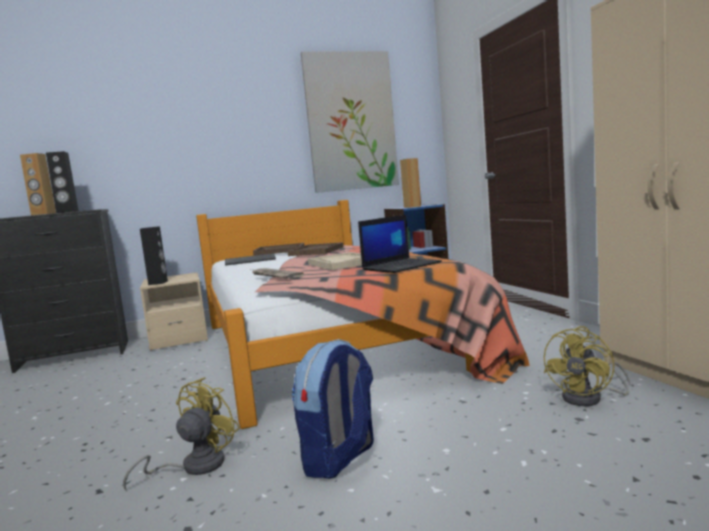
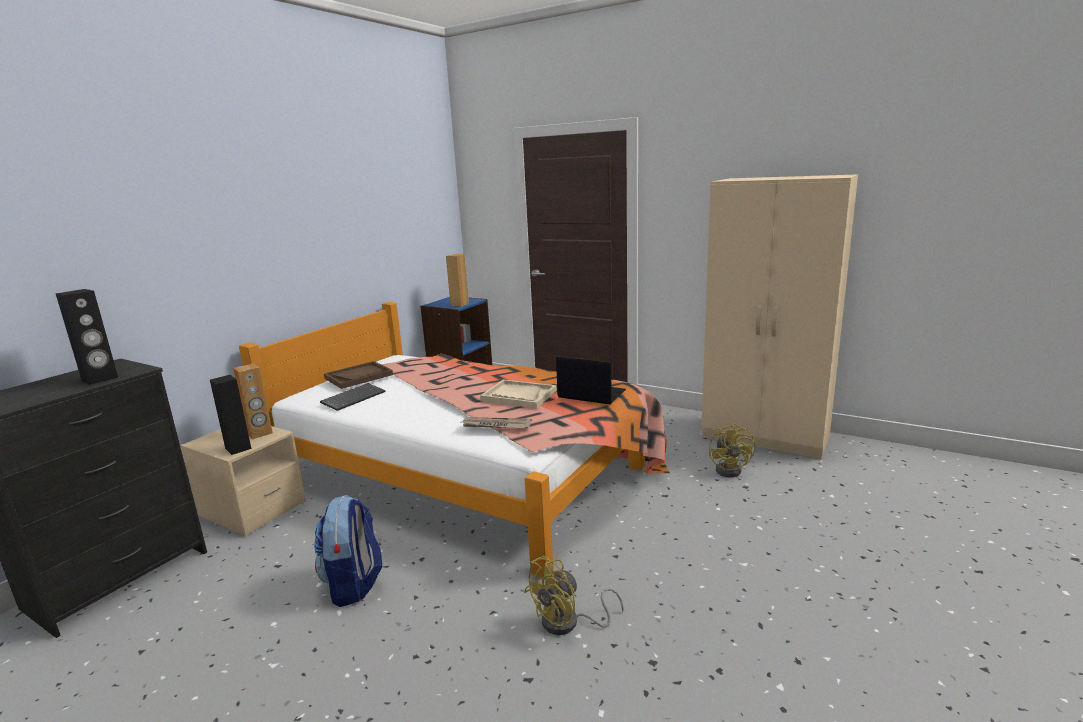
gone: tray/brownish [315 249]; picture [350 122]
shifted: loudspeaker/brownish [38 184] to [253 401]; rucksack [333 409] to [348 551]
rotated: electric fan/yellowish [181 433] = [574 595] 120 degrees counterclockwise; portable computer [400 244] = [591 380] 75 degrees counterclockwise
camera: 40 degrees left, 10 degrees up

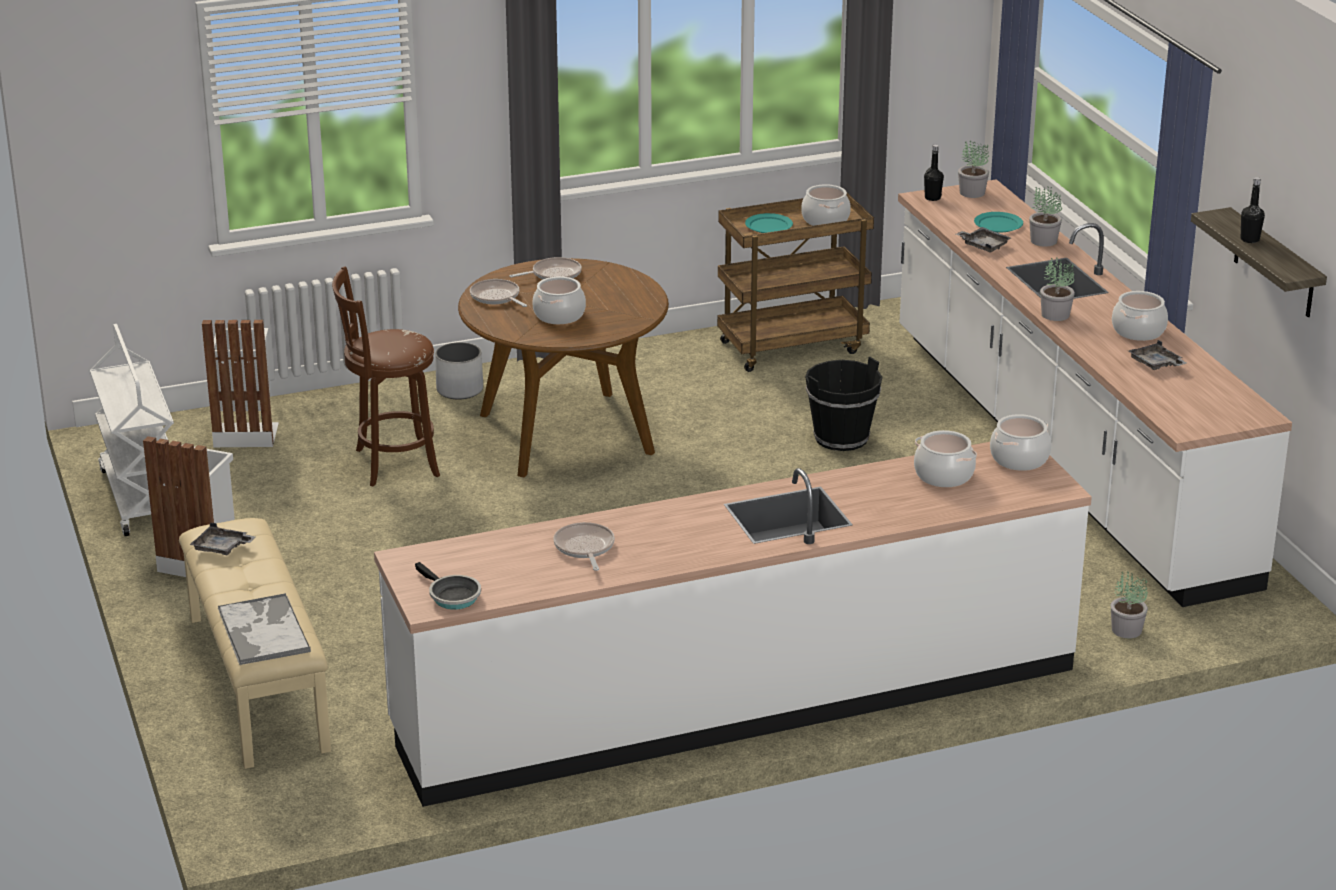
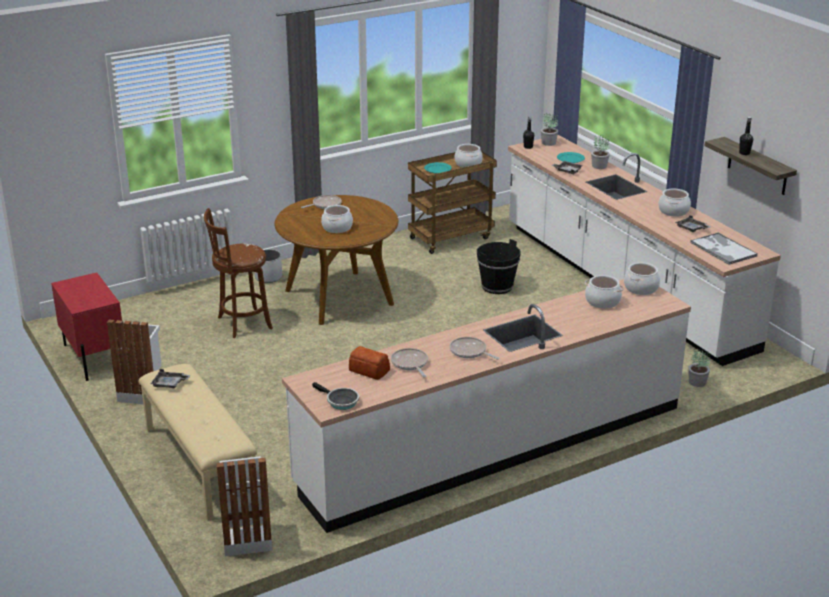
gone: potted plant [1057 289]
new: baked bread [369 363]
shifted: rubbish bin/white-coloured [240 383] to [244 506]; skillet [498 293] to [475 348]; tray [264 629] to [724 248]
swapped: trolley/white-coloured [132 430] to bedside table/red [86 326]
camera: 10 degrees left, 0 degrees up

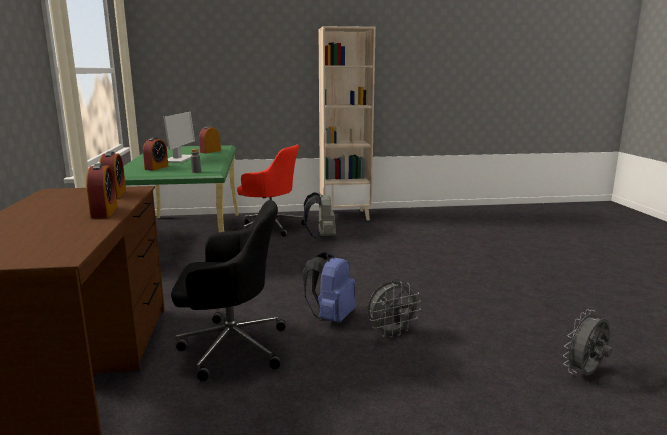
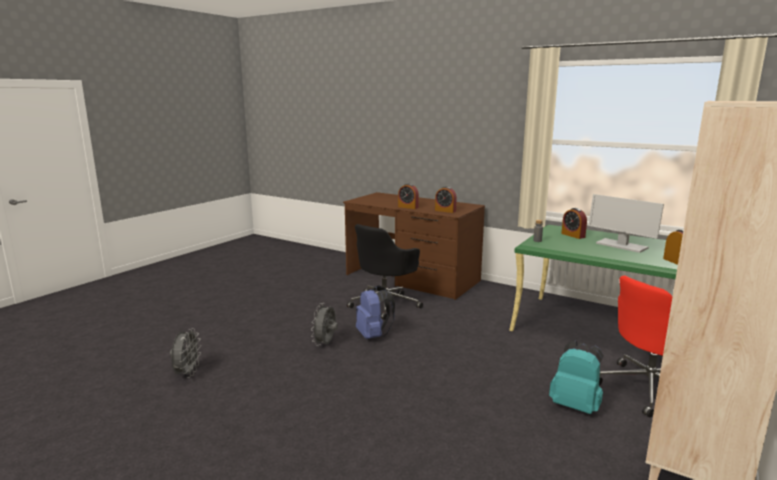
repainted: rucksack/grey [320 215] to rucksack/blue-green [576 377]
camera: 130 degrees right, 0 degrees up

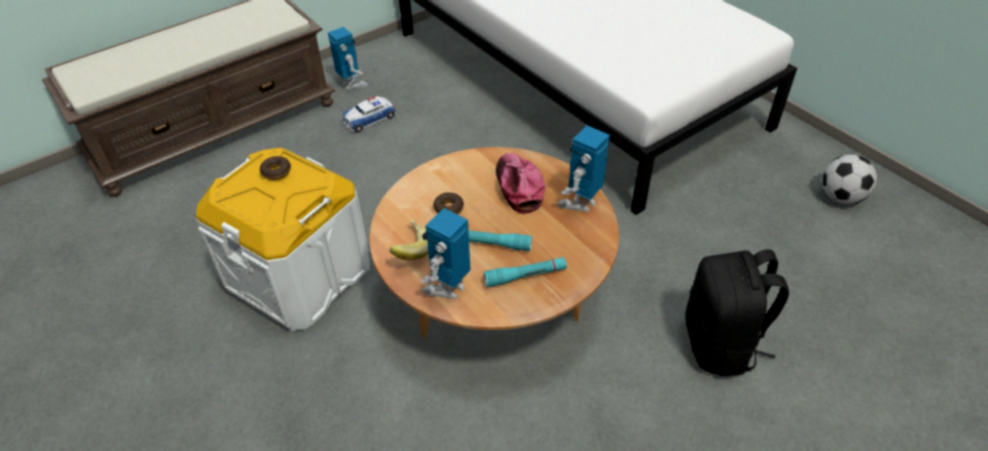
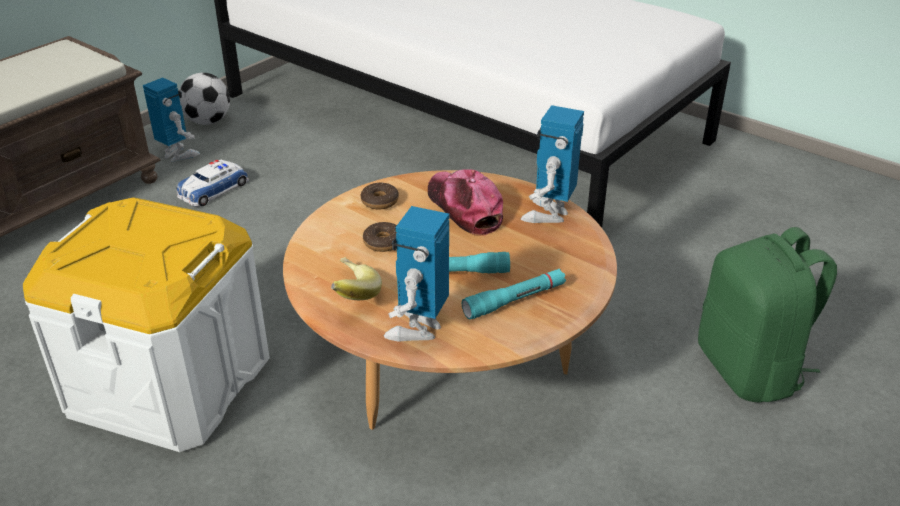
shifted: football [850 179] to [204 99]; ring doughnut [275 168] to [380 195]
repainted: rucksack/black [737 312] to rucksack/greenish [767 315]
camera: 15 degrees left, 10 degrees down

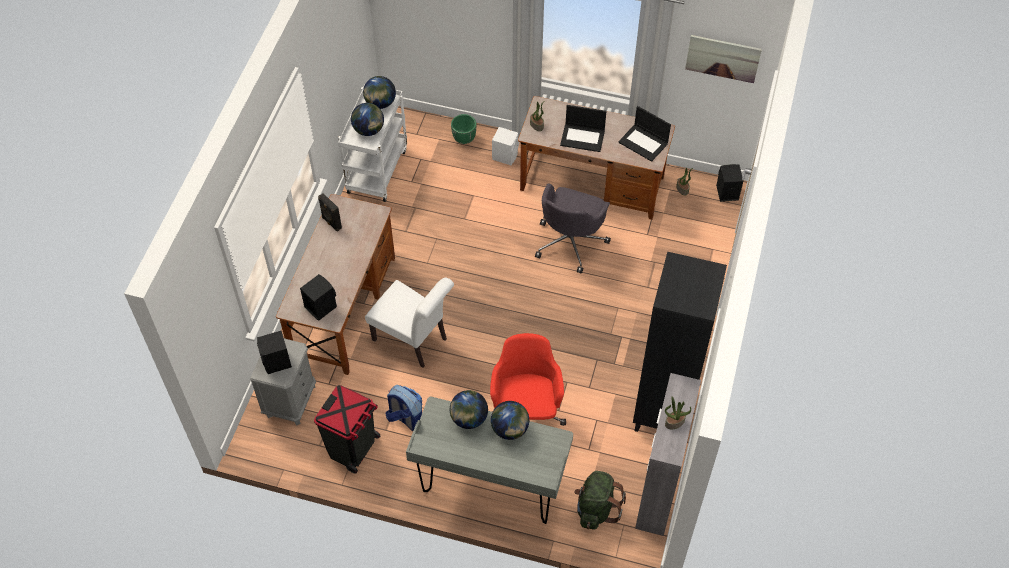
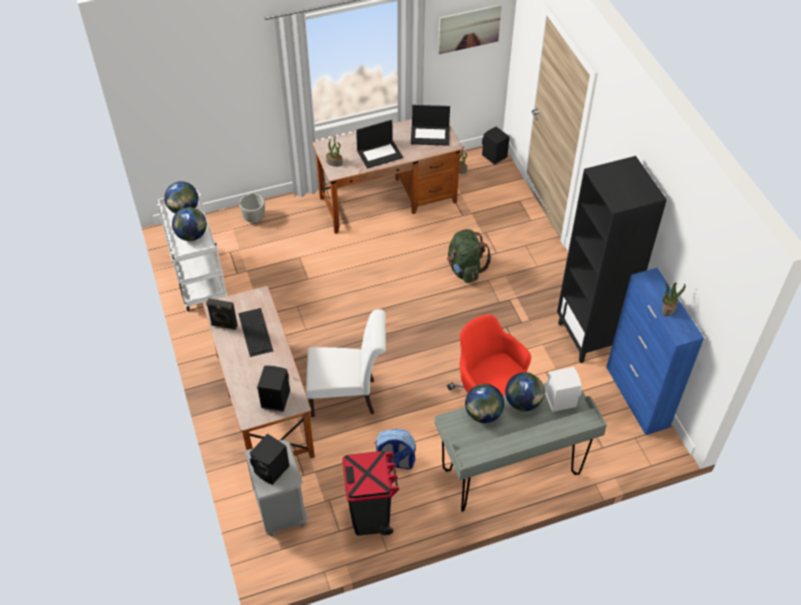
gone: computer chair/grey [573 228]
new: keyboard [255 332]
shifted: rucksack/greenish [600 500] to [469 256]; loudspeaker/white-coloured [505 146] to [563 389]
repainted: planter/greenish [464 129] to planter/grey [252 208]; cabinet/grey [668 454] to cabinet/blue [655 351]
camera: 35 degrees left, 5 degrees down

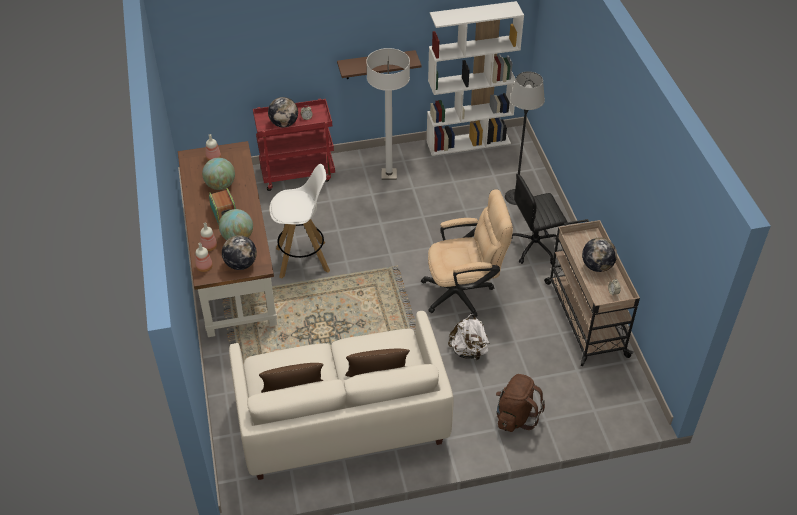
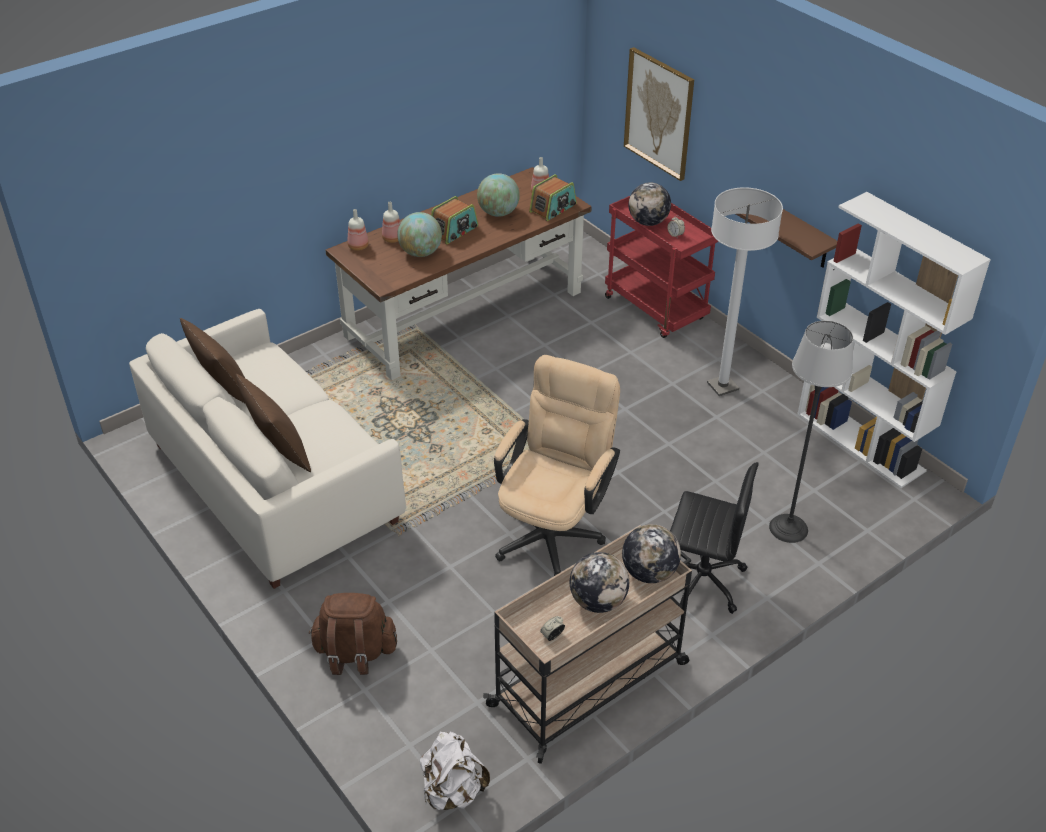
gone: stool seat/white-coloured [299 221]
new: radio receiver [552 197]; picture [659 114]
shifted: rucksack/white-coloured [469 338] to [455 771]; desk globe [239 252] to [651 553]
rotated: computer chair/beige-coloured [467 253] = [557 465] 120 degrees counterclockwise; computer chair/black [539 219] = [714 538] 150 degrees clockwise
camera: 65 degrees right, 5 degrees down

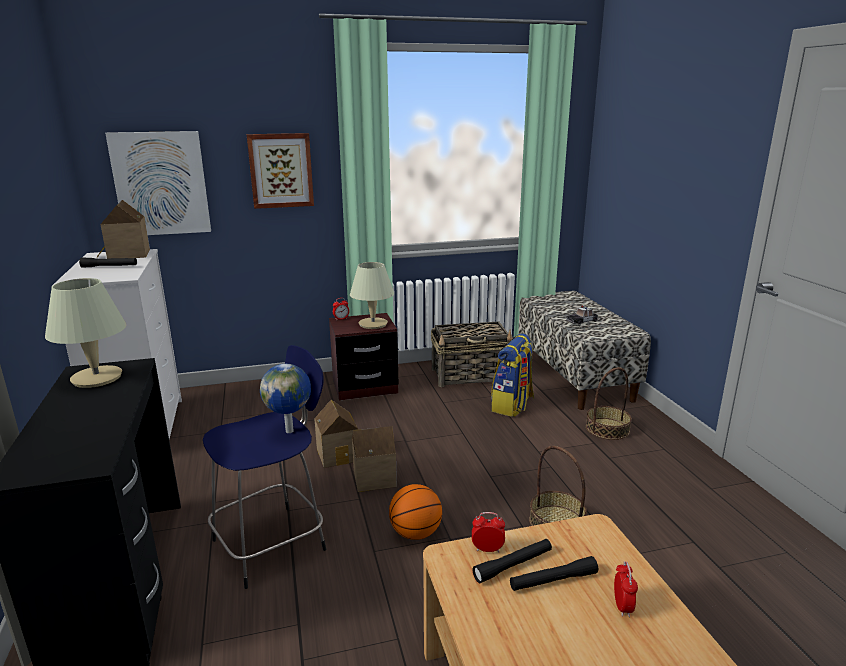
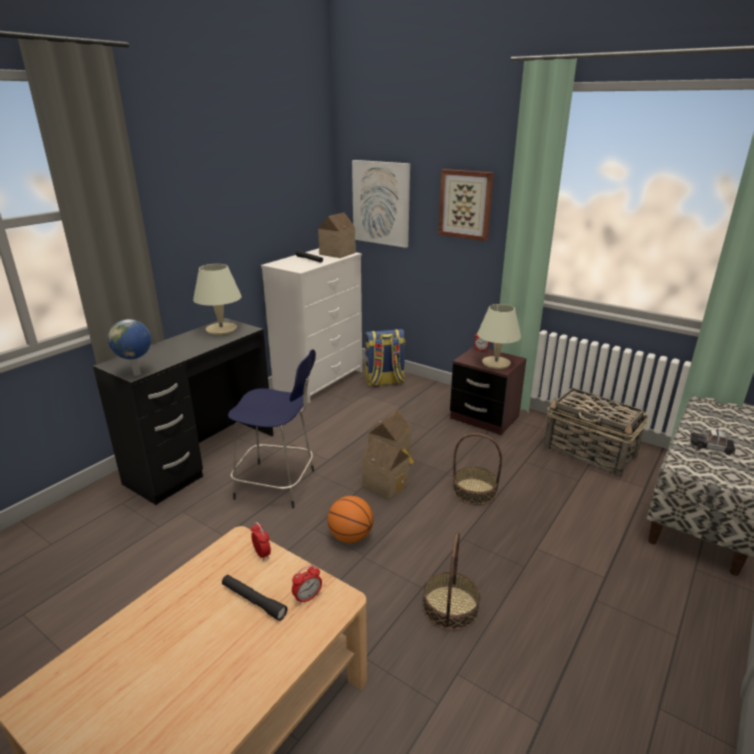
gone: hand torch/black [512 561]
shifted: desk globe [285 398] to [129 347]; table clock [626 589] to [307 584]; rucksack [512 375] to [385 357]; household basket [609 403] to [477 469]
camera: 50 degrees right, 5 degrees up

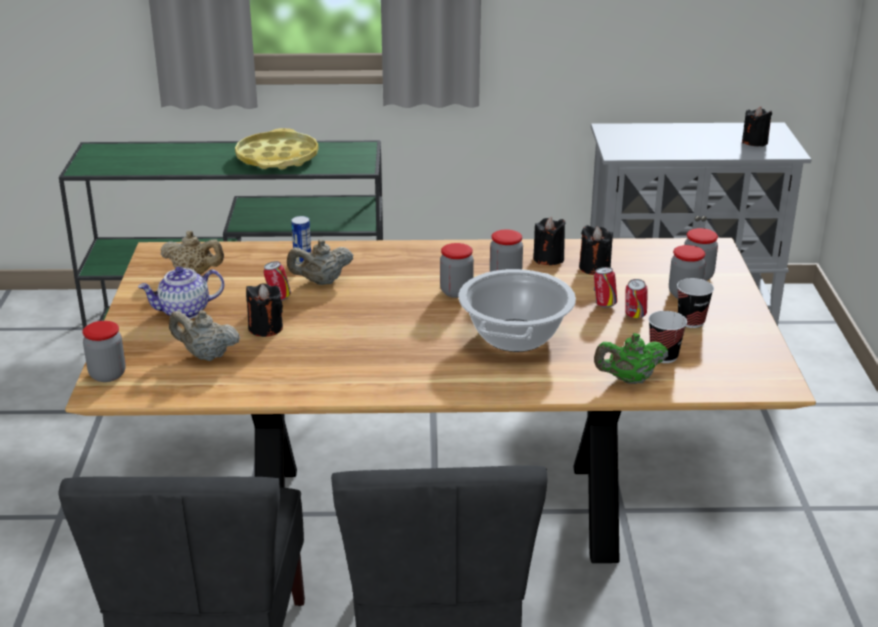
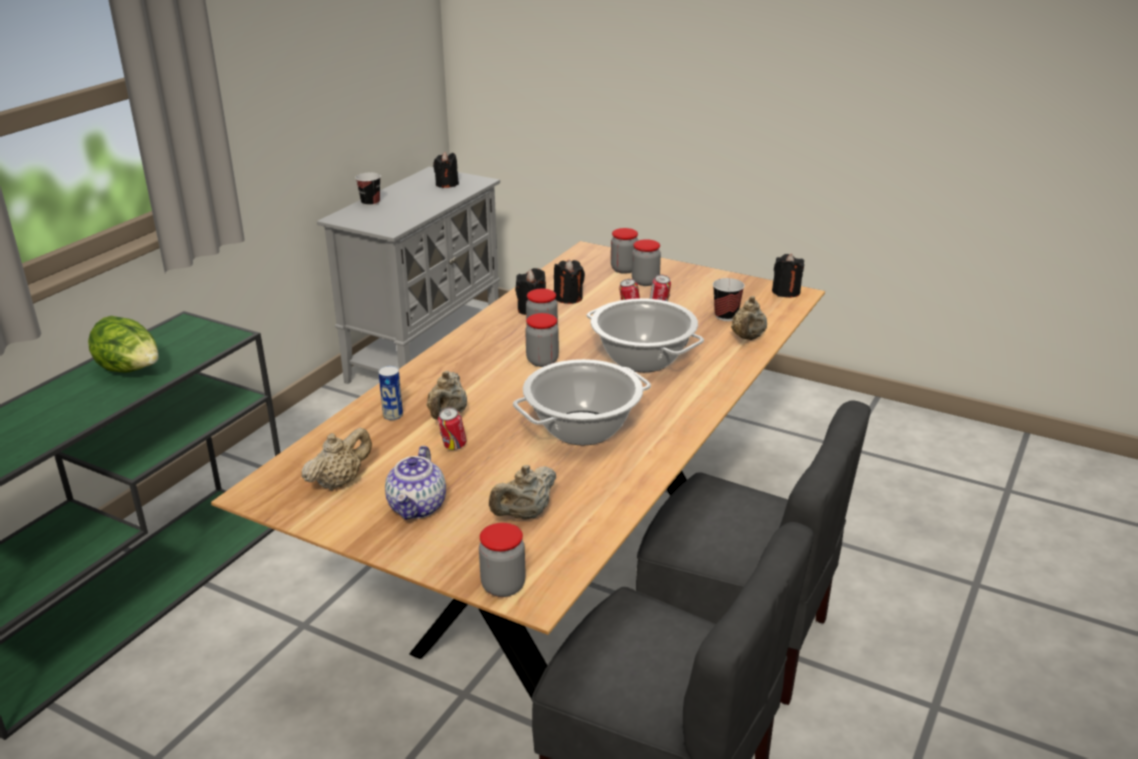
new: cooking pot [582 402]
shifted: cup [695 303] to [368 189]; wax light/black [264 310] to [788 276]
swapped: tray/yellowish [277 148] to head of lettuce [123 344]
repainted: teapot/greenish [631 358] to teapot/beige-coloured [749 318]
camera: 60 degrees left, 0 degrees up

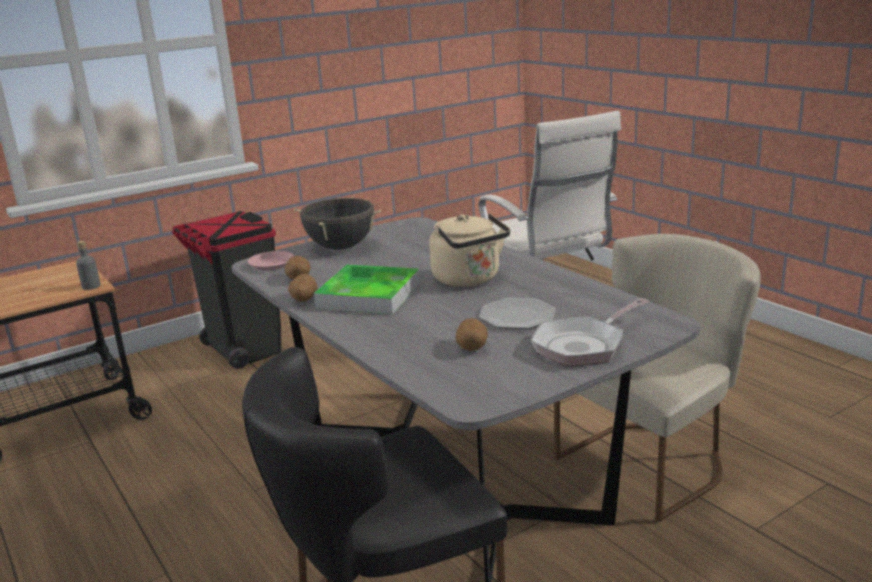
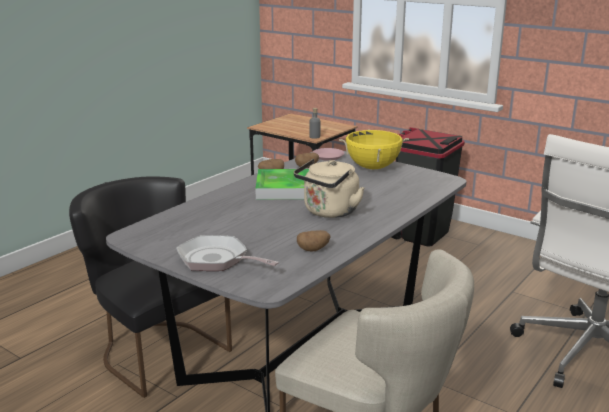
gone: plate [517 313]
shifted: spud [471 334] to [314 240]
repainted: cooking pot/black [337 223] to cooking pot/yellowish [374 149]
camera: 70 degrees right, 0 degrees up

